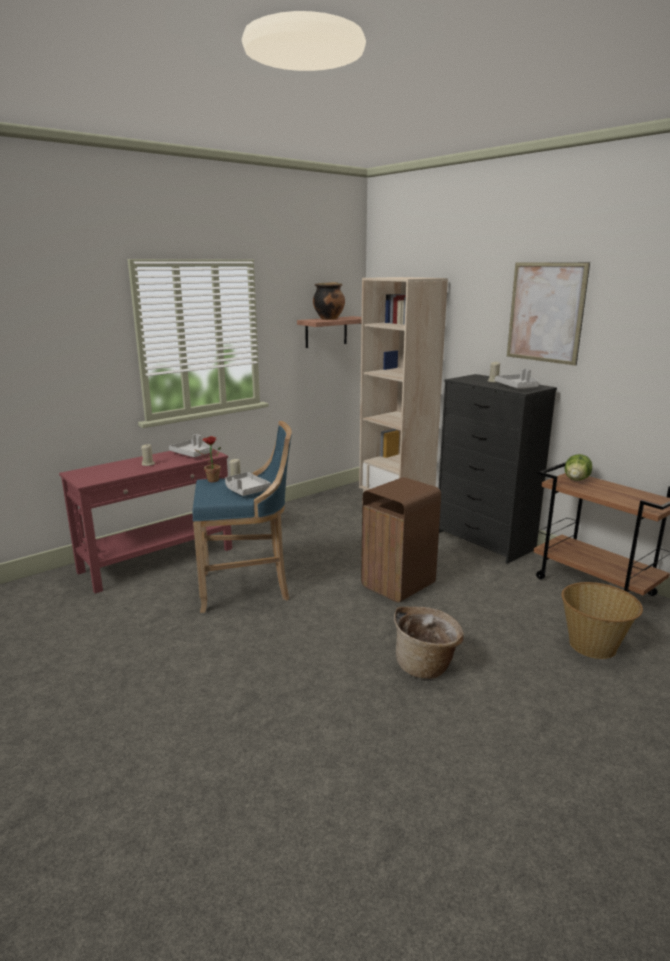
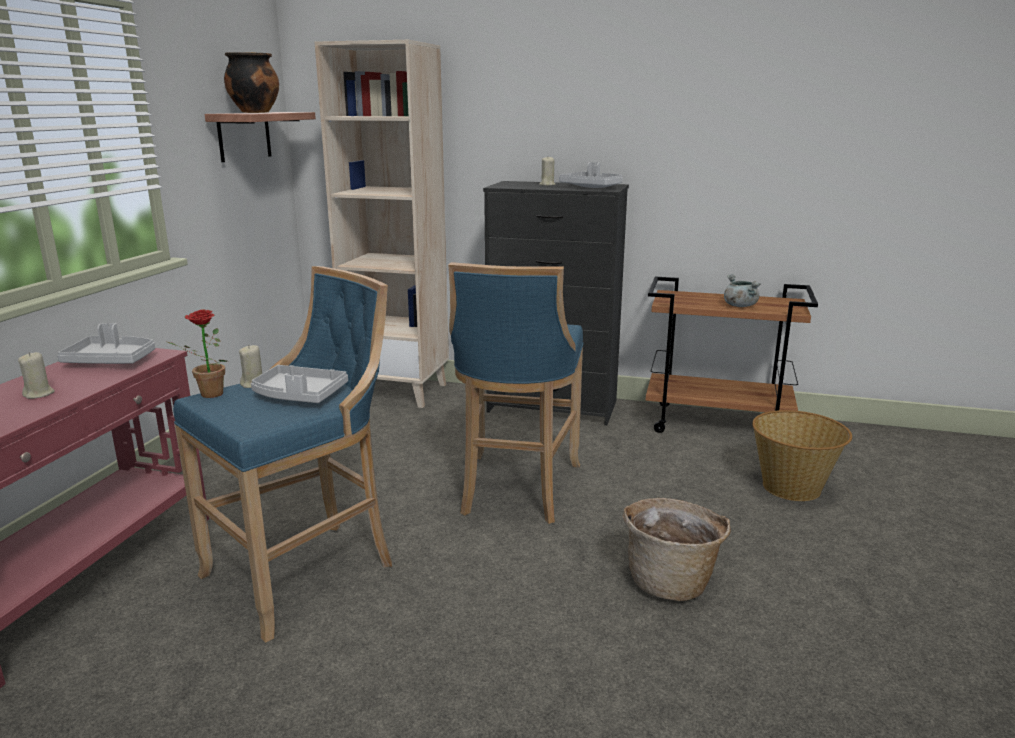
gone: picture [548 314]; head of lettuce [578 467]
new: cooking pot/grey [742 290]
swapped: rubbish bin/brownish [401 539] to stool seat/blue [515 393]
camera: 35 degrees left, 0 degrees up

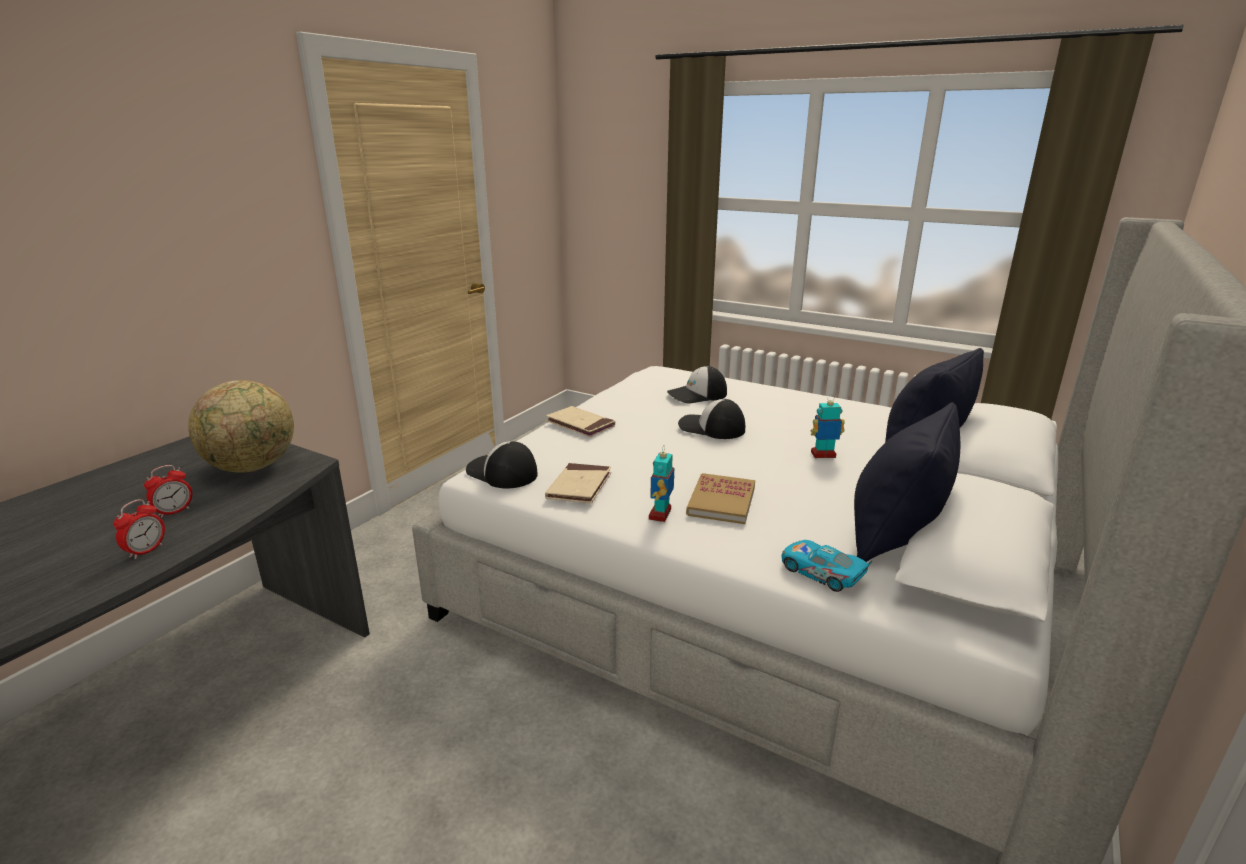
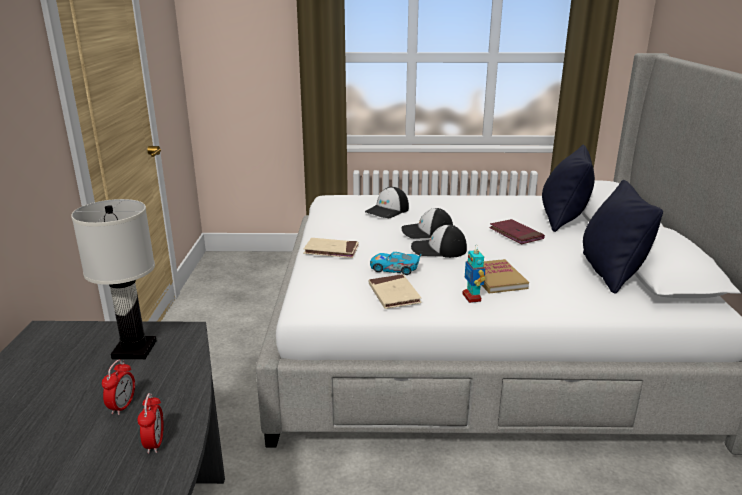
shifted: model car [827 566] to [396 263]; cap [502 464] to [439 241]
swapped: desk globe [241 426] to tabletop lamp/white-coloured [114 279]; robot figure [827 426] to bound book/red [517 231]
camera: 30 degrees left, 0 degrees up

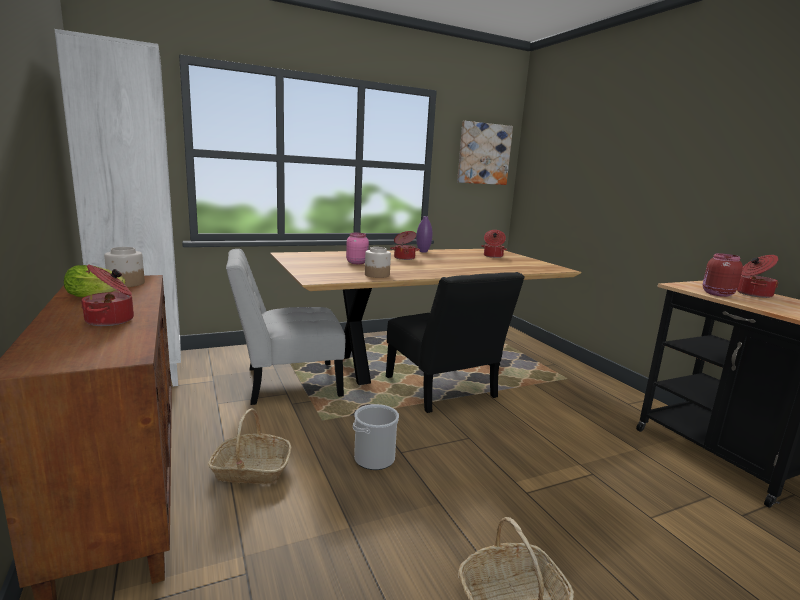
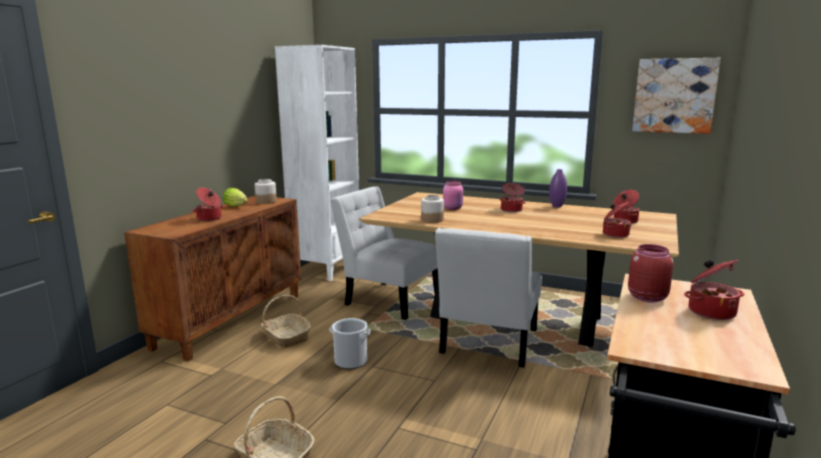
new: cooking pot [617 220]
repainted: plain chair/black [455 342] to plain chair/white-coloured [488 298]
camera: 50 degrees right, 0 degrees up

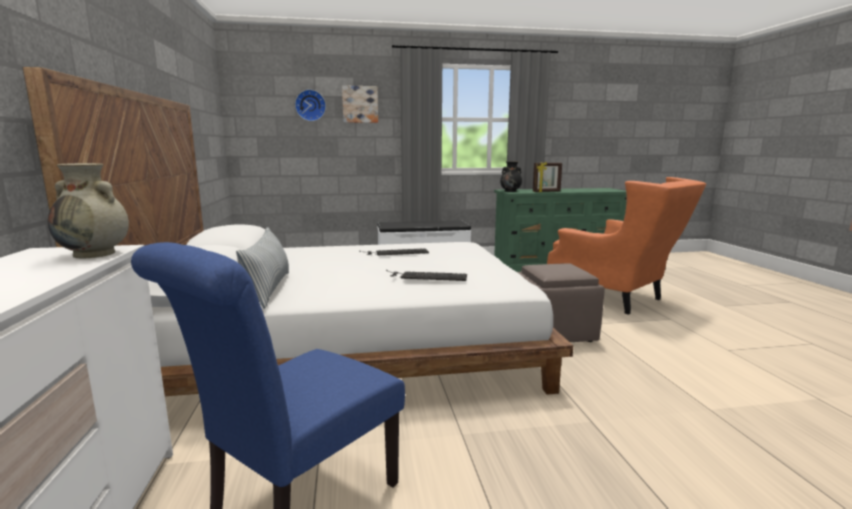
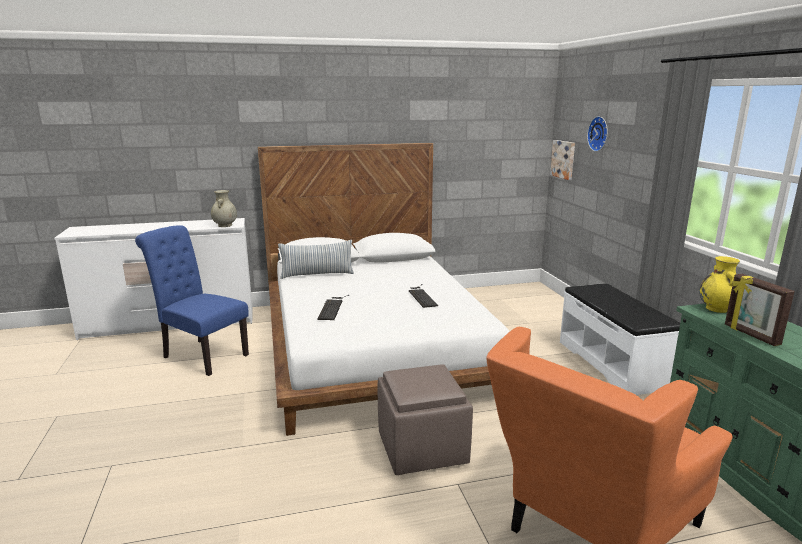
shifted: picture [360 104] to [562 160]
repainted: flower vase/black [511 176] to flower vase/yellowish [719 284]
camera: 85 degrees right, 5 degrees up

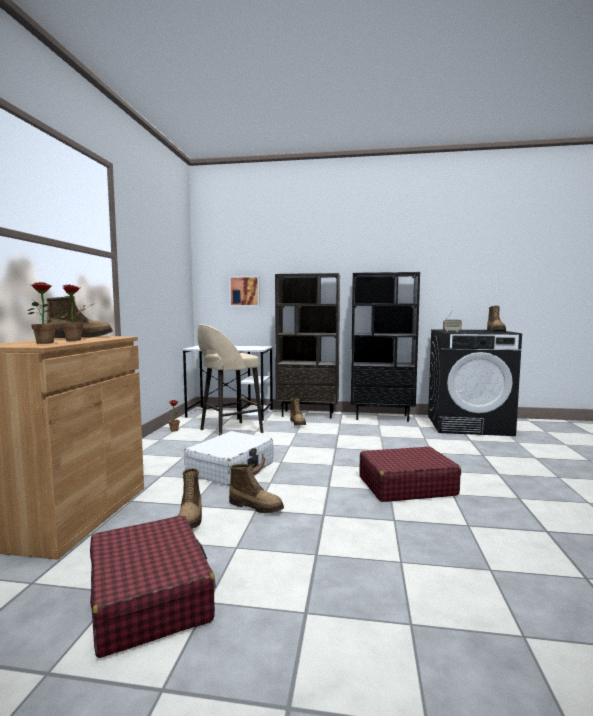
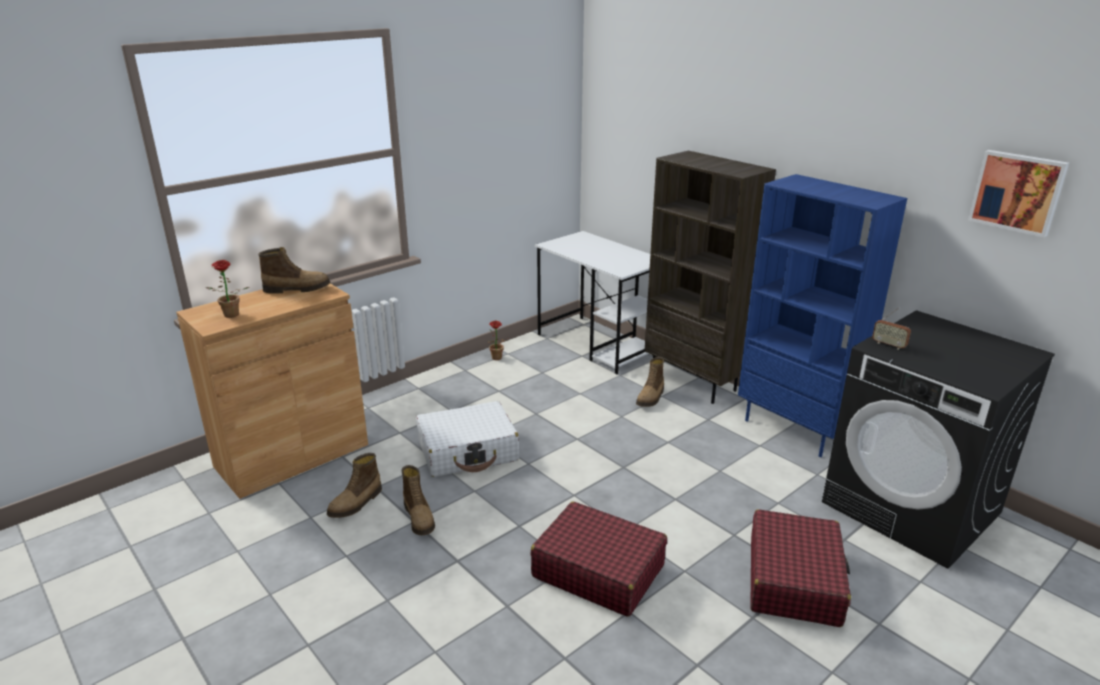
gone: potted plant [77 312]; stool seat/beige-coloured [230 380]; boot [496 319]
shifted: travel case/red [153 586] to [800 568]; picture [244 291] to [1018 194]
repainted: shelving unit/black [385 347] to shelving unit/blue [822 315]
camera: 40 degrees right, 20 degrees up

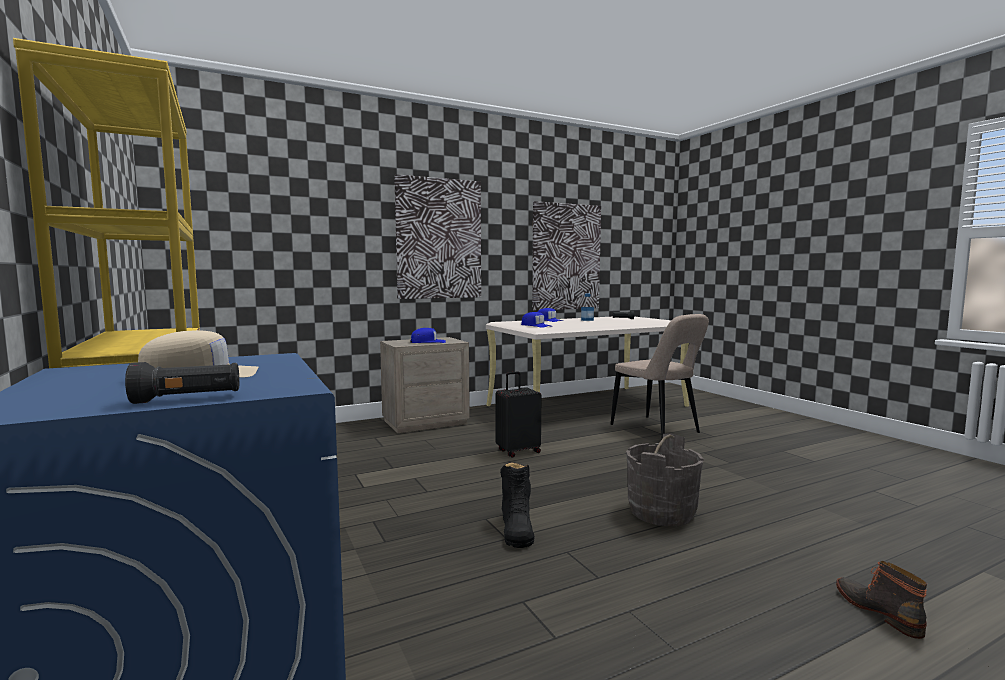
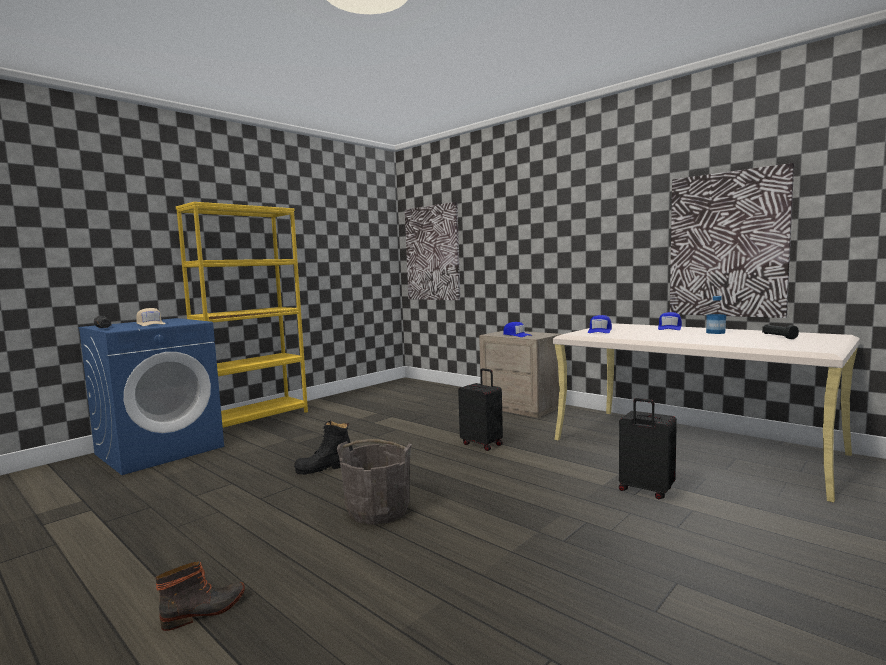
shifted: picture [437 236] to [432 251]
swapped: plain chair/beige-coloured [660 376] to travel case/black [648 448]
camera: 70 degrees right, 0 degrees up

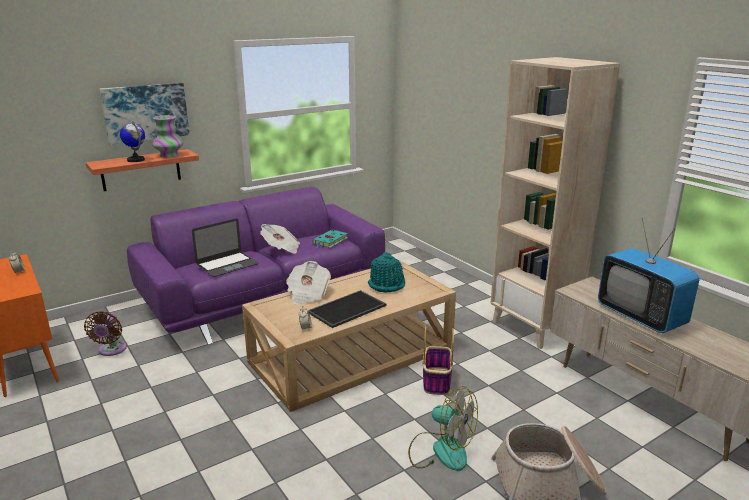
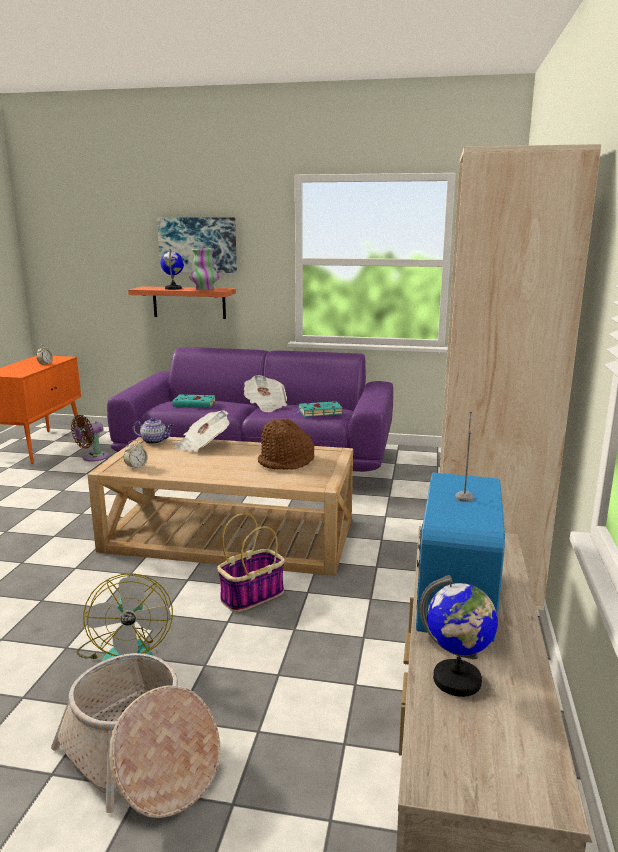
gone: tray [347 309]
new: teapot [153 430]; desk globe [459 636]
swapped: portable computer [225 248] to bound book/blue-green [196 401]
repainted: wearable hat/blue-green [386 272] to wearable hat/brownish [286 444]
camera: 45 degrees right, 5 degrees down

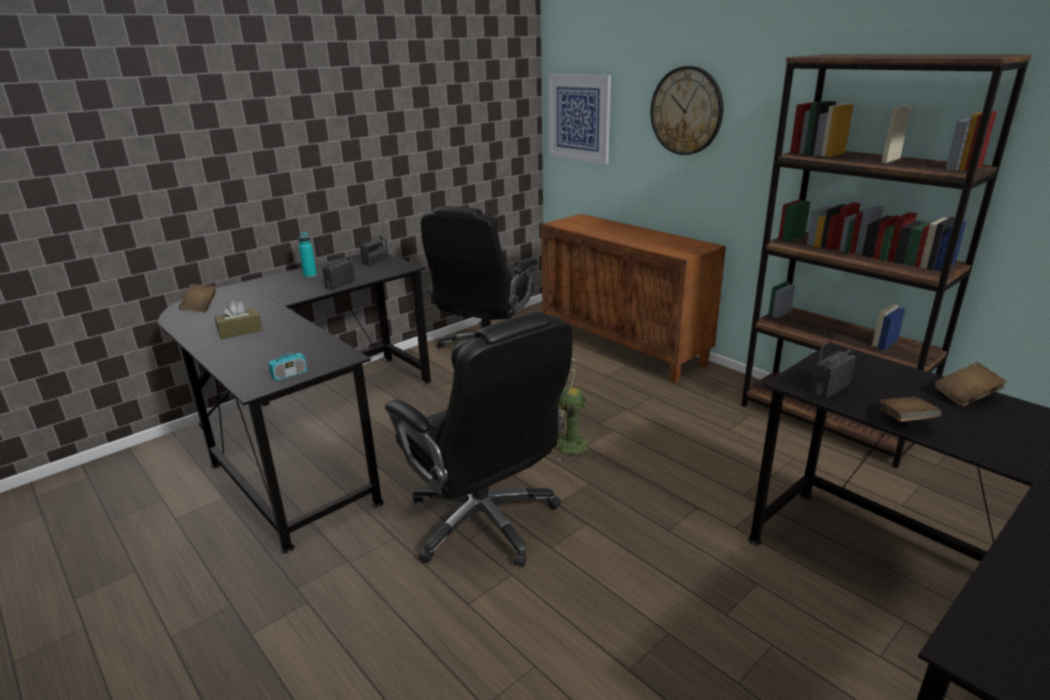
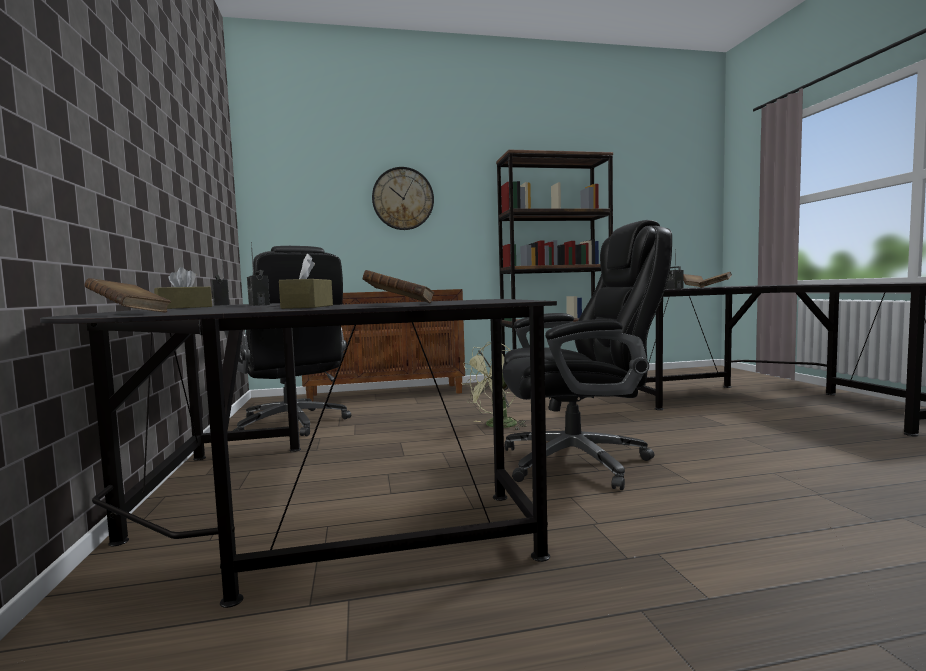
gone: radio receiver [287 354]; picture [579 119]
new: bound book/brownish [399 286]
swapped: bottle/blue-green [307 255] to tissue box/brownish [183 288]
camera: 60 degrees left, 20 degrees down

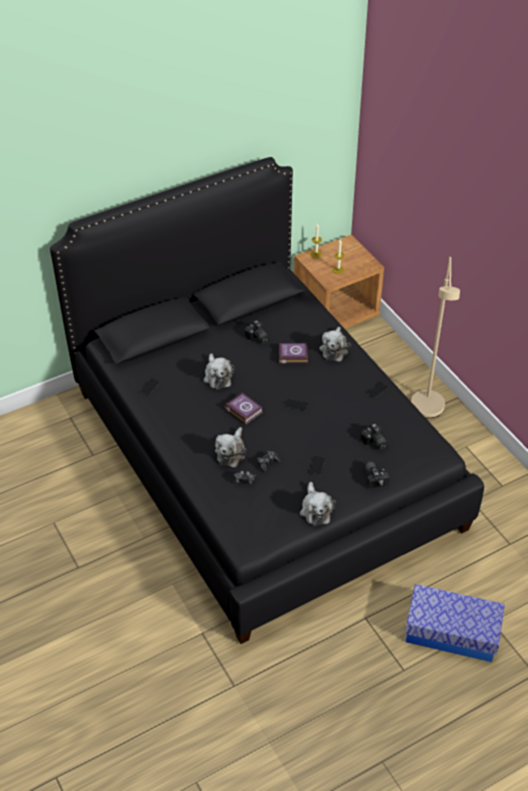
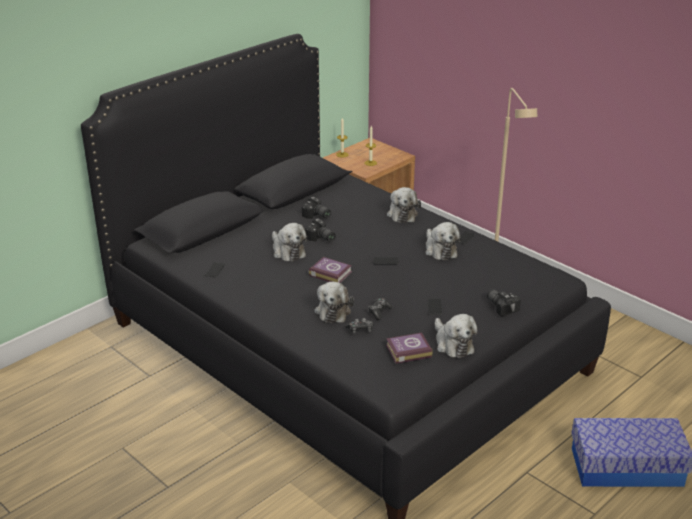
new: plush toy [443 241]
shifted: photo camera [374 436] to [320 230]; bound book [293 353] to [409 348]
camera: 15 degrees left, 15 degrees down

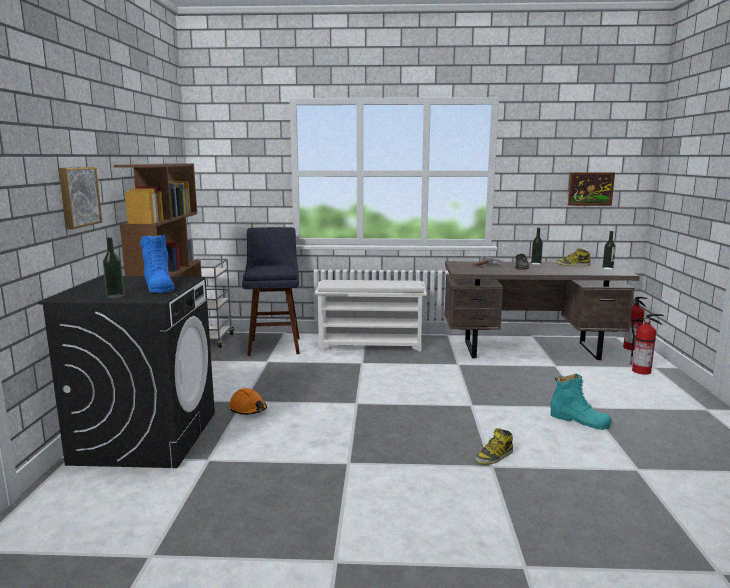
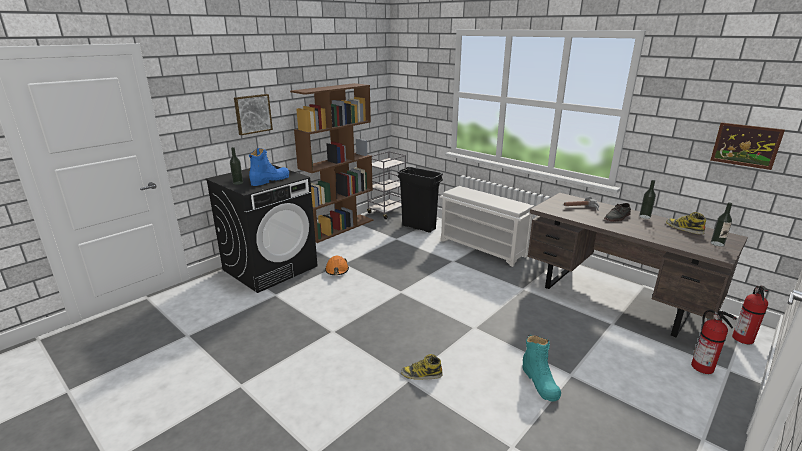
swapped: stool seat/blue [271 291] to rubbish bin/black [420 200]
rotated: boot/blue [157 264] = [269 167] 150 degrees counterclockwise
camera: 40 degrees right, 10 degrees up

